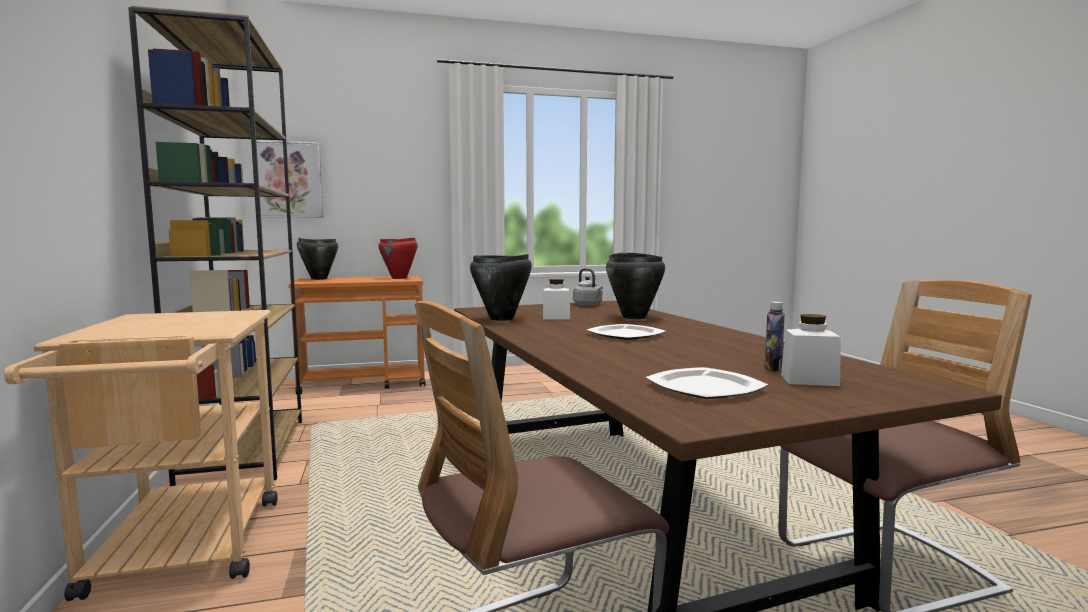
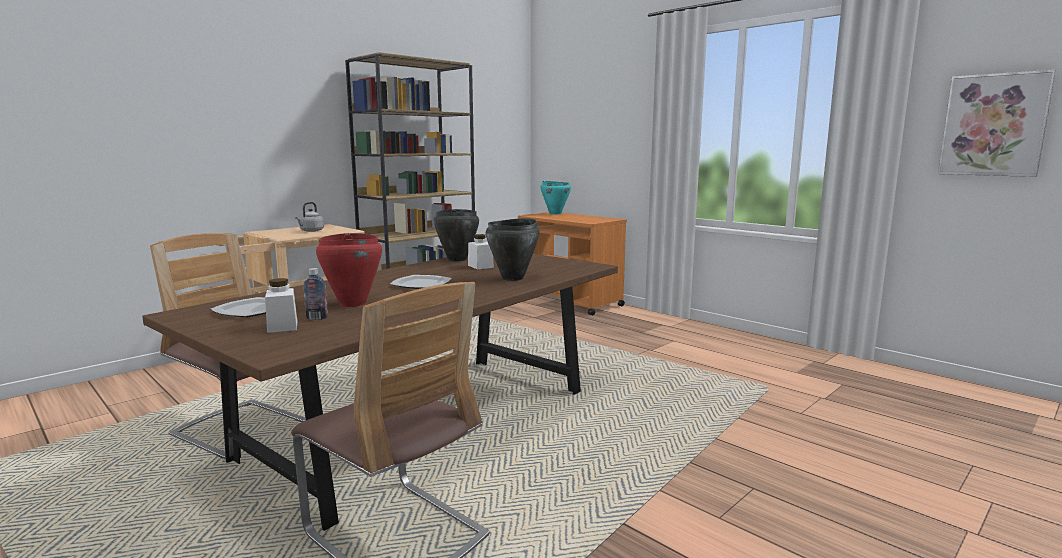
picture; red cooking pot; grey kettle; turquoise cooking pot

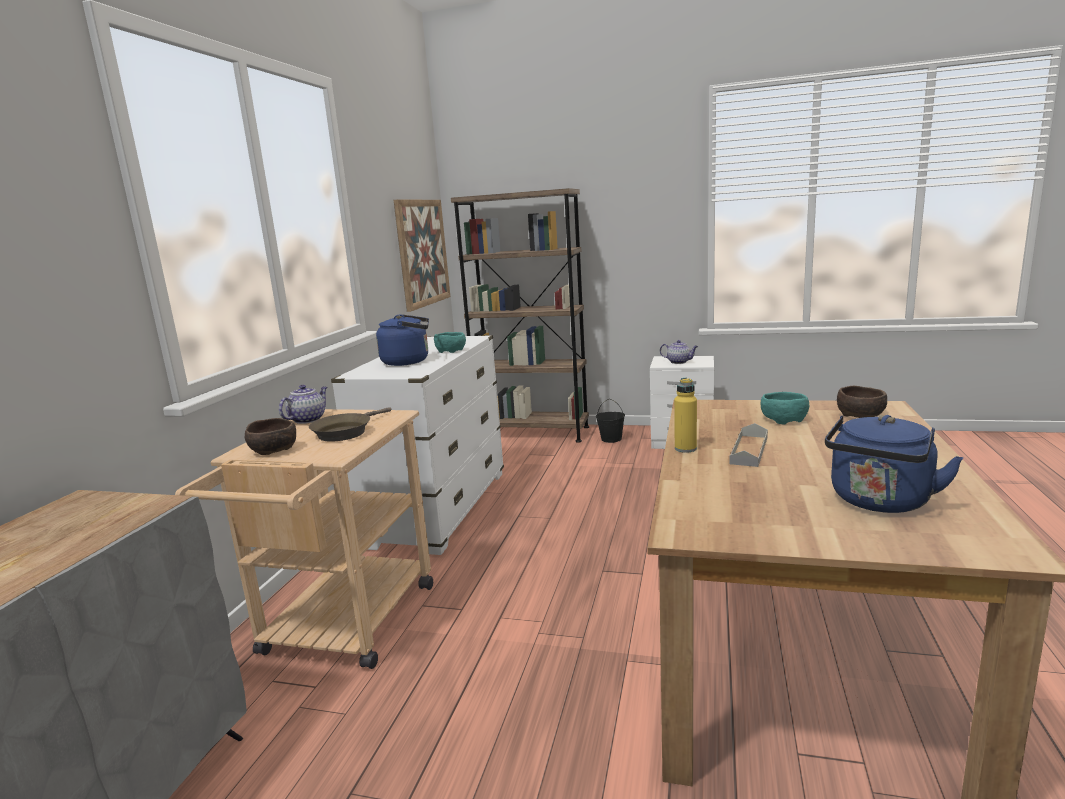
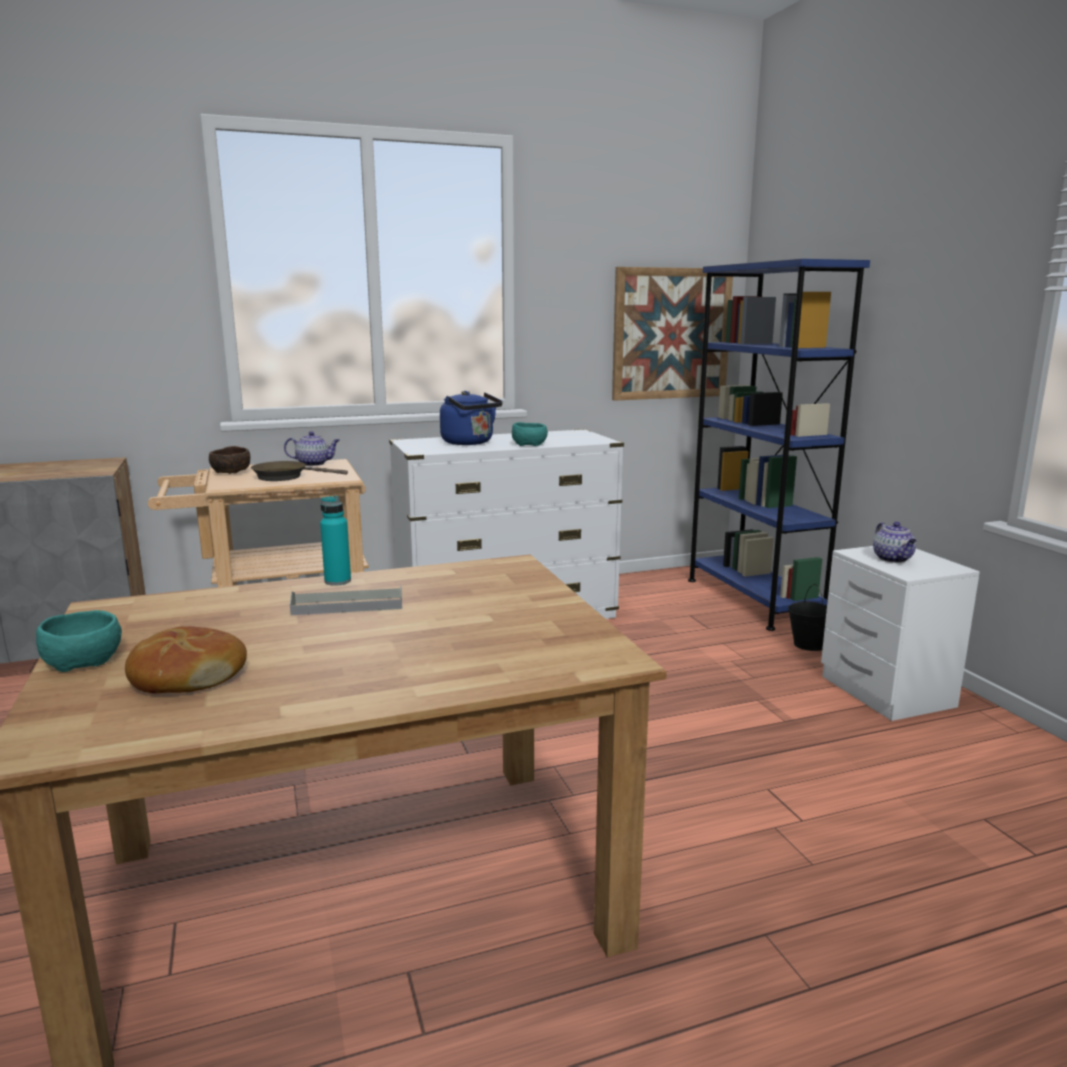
brown bowl (no. 2 from left in the first image); turquoise bowl (no. 1 from left); bread; blue bookcase; turquoise bottle

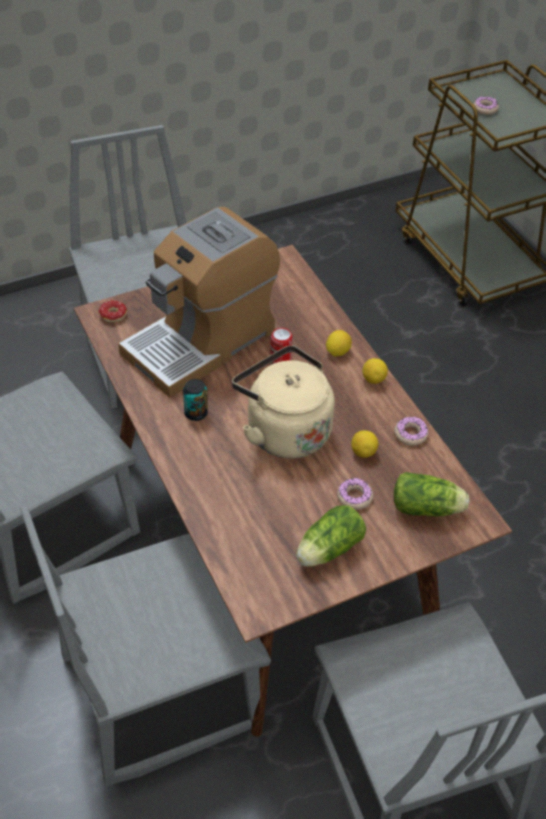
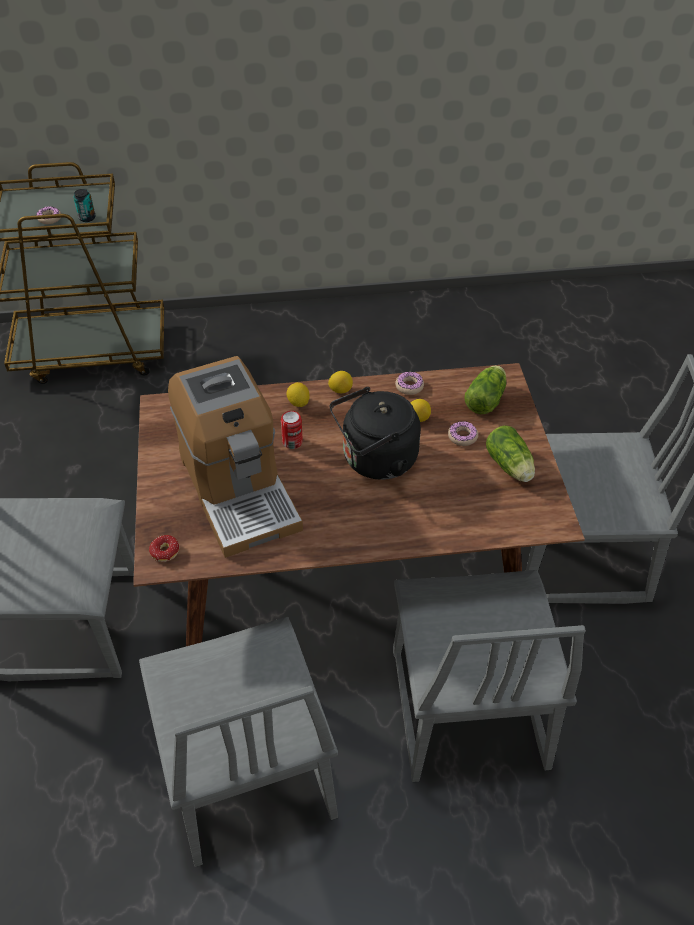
can (no. 1 from left); black kettle

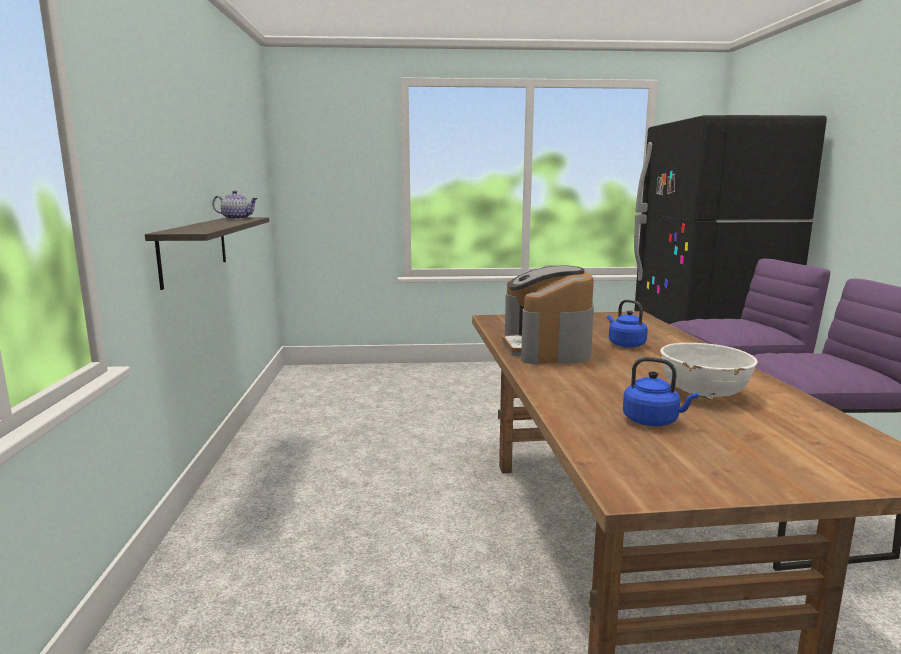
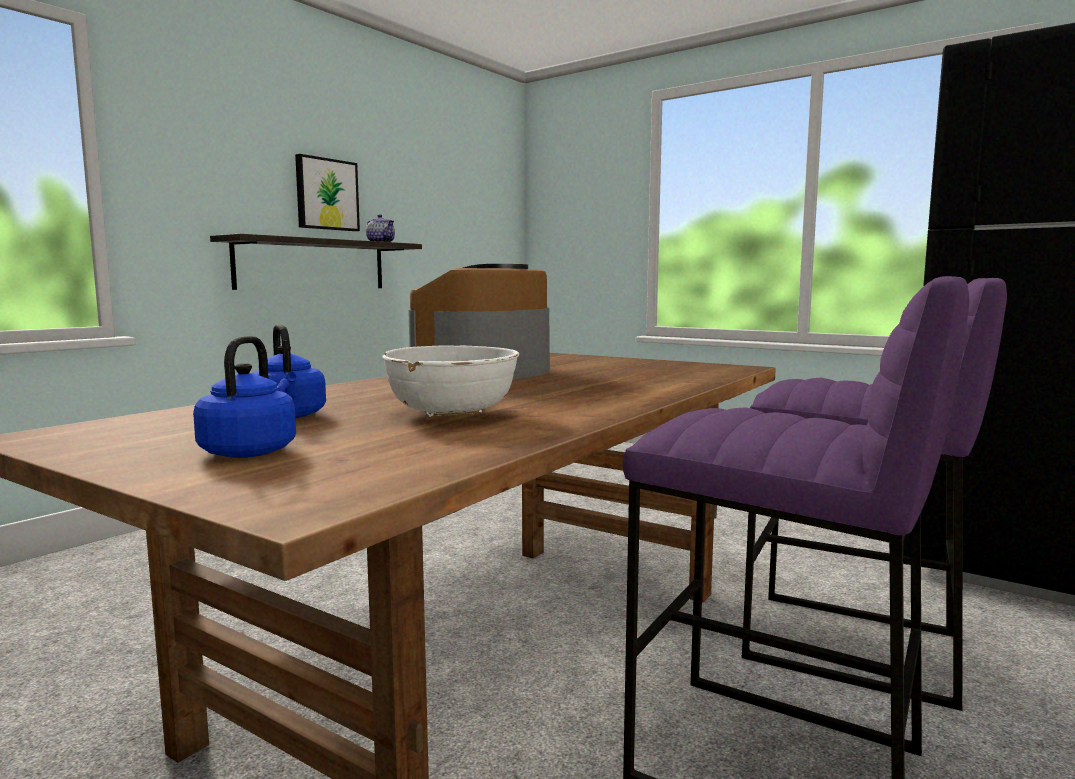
picture; blue kettle (no. 1 from left)

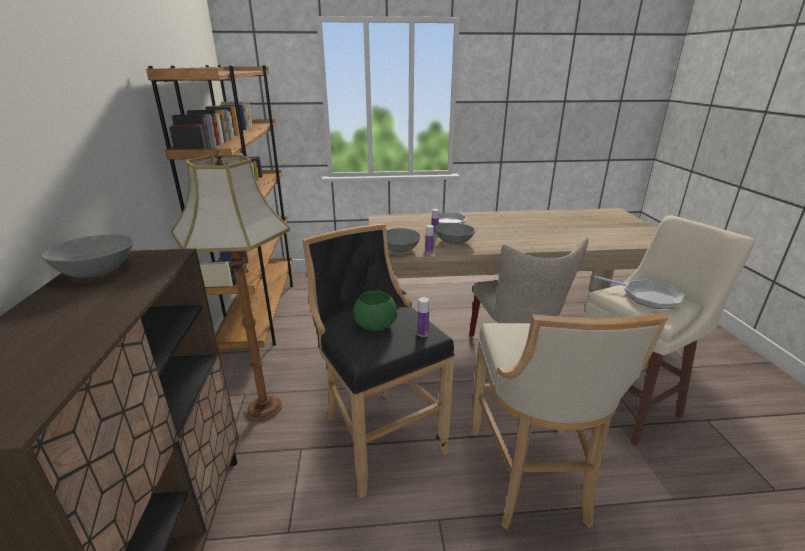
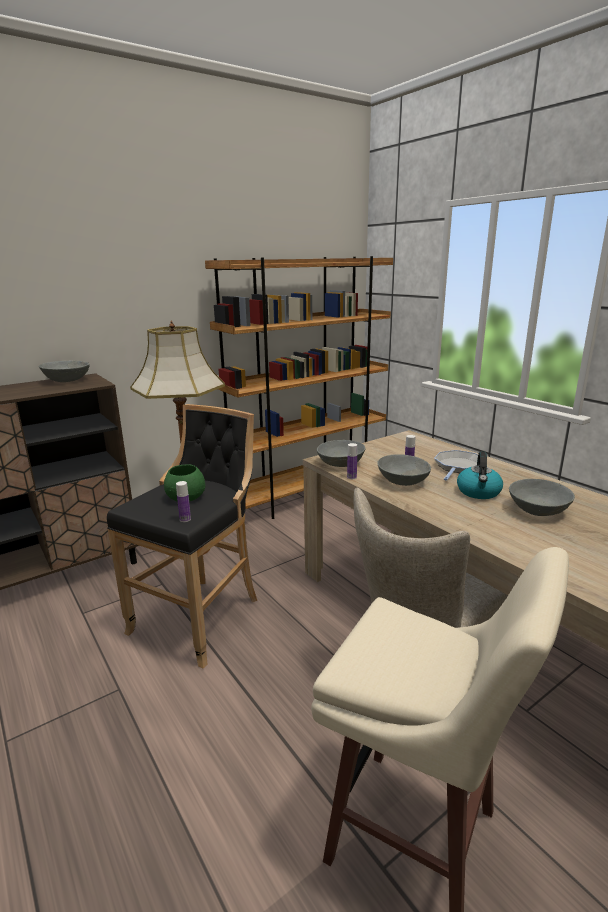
beige stool (no. 1 from left in the first image); frying pan (no. 2 from left in the first image); kettle; grey bowl (no. 4 from left)

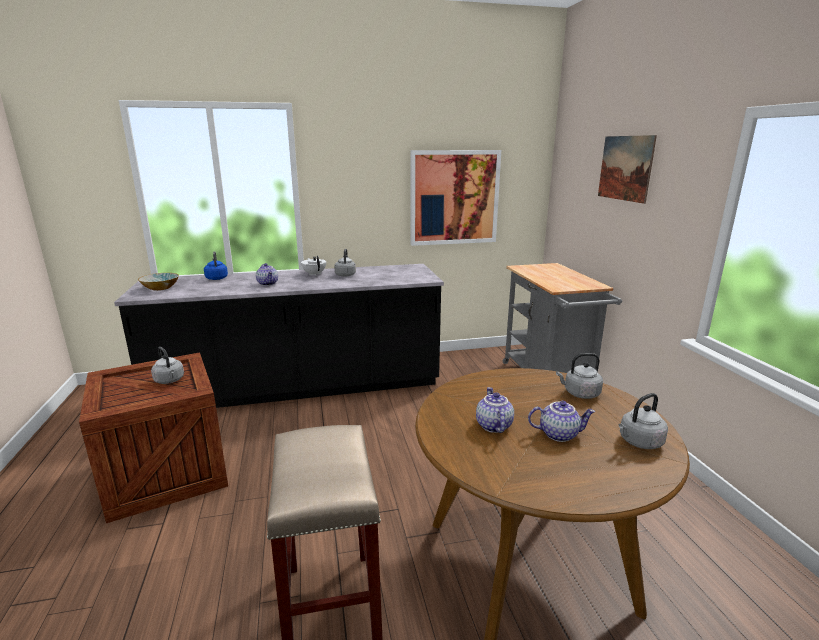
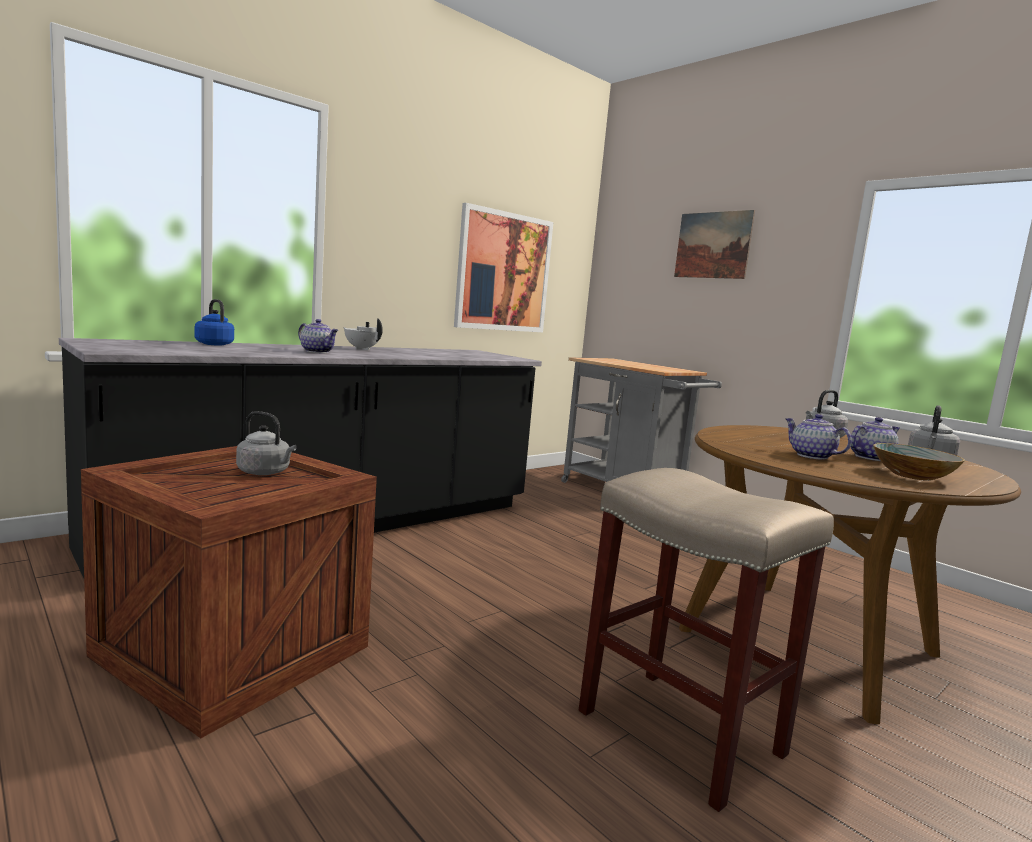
grey kettle (no. 2 from left in the first image); bowl

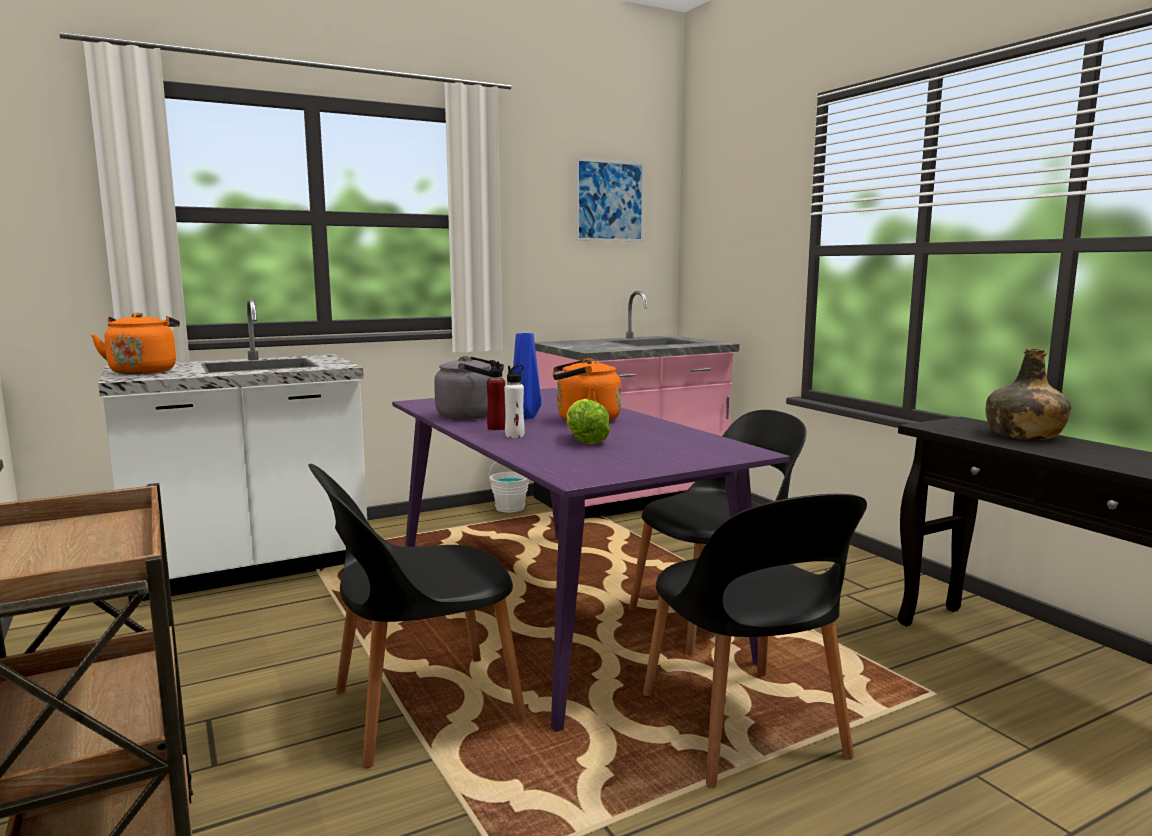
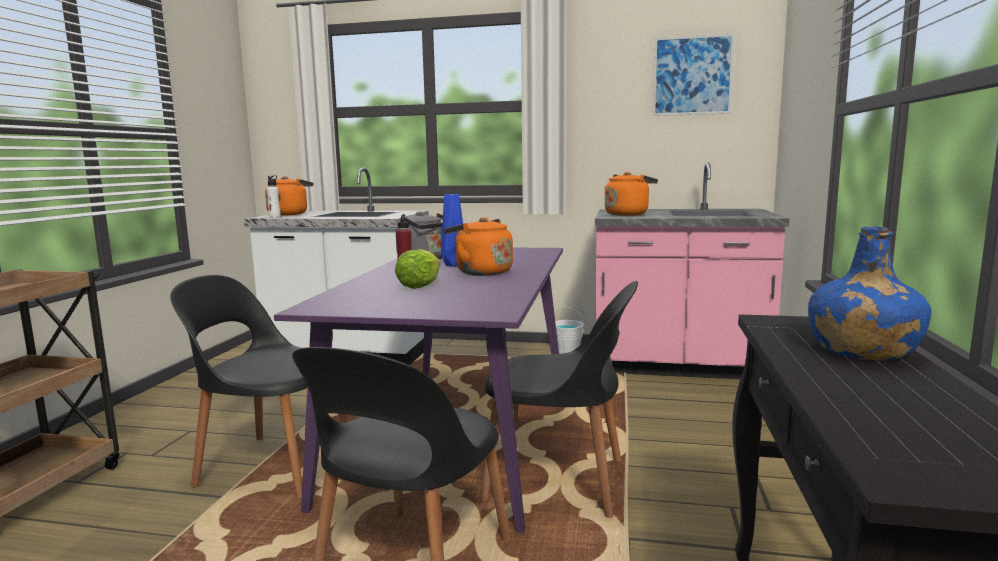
orange kettle (no. 3 from left); white bottle; blue bottle

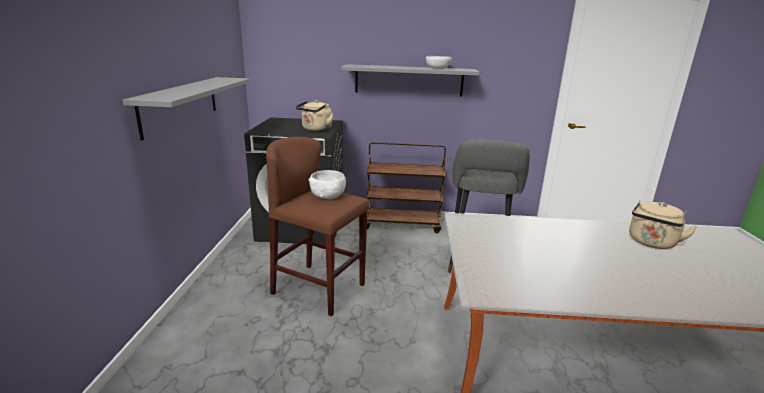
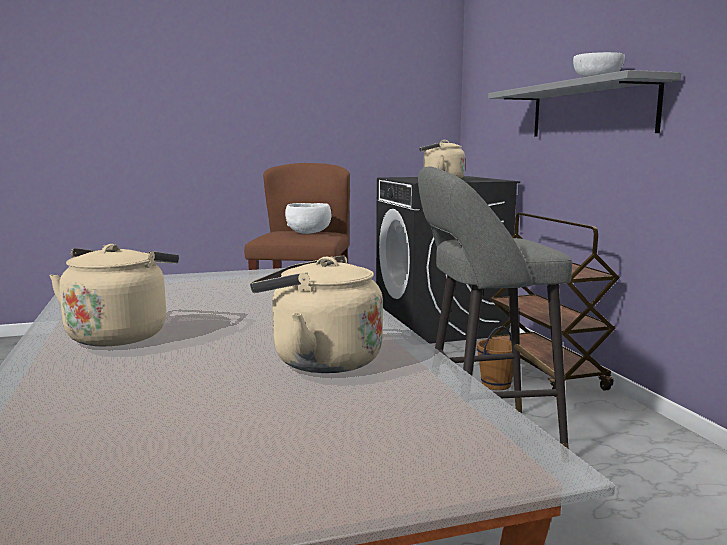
grey shelf (no. 1 from left in the first image); beige kettle (no. 1 from left); brown bucket

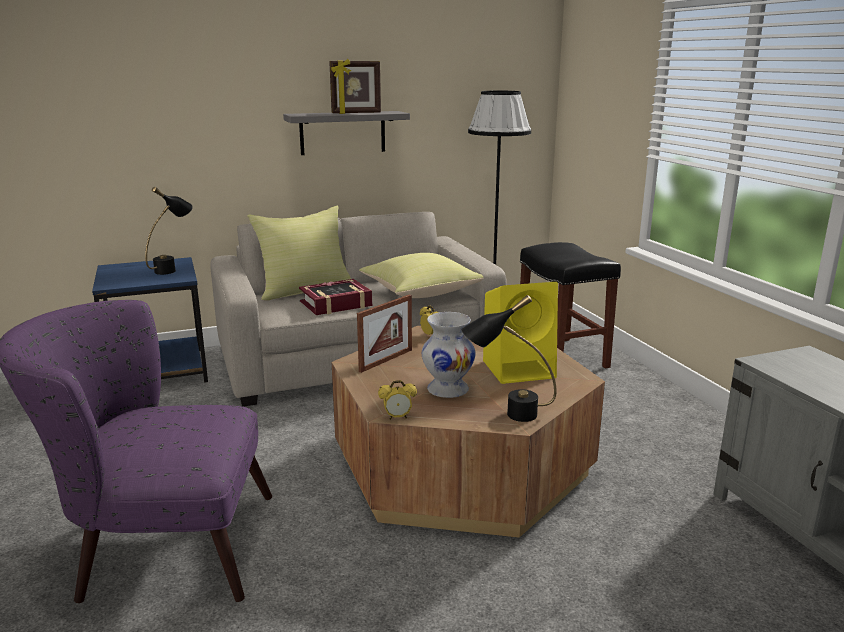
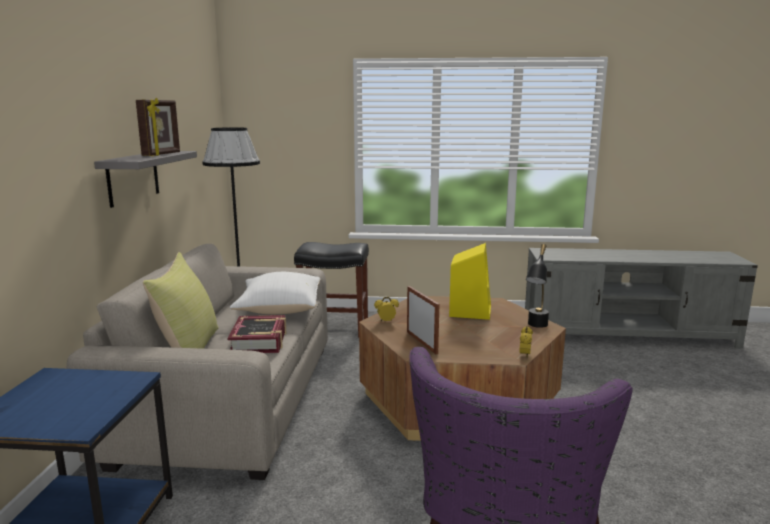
black table lamp (no. 1 from left in the first image); white vase; white pillow

